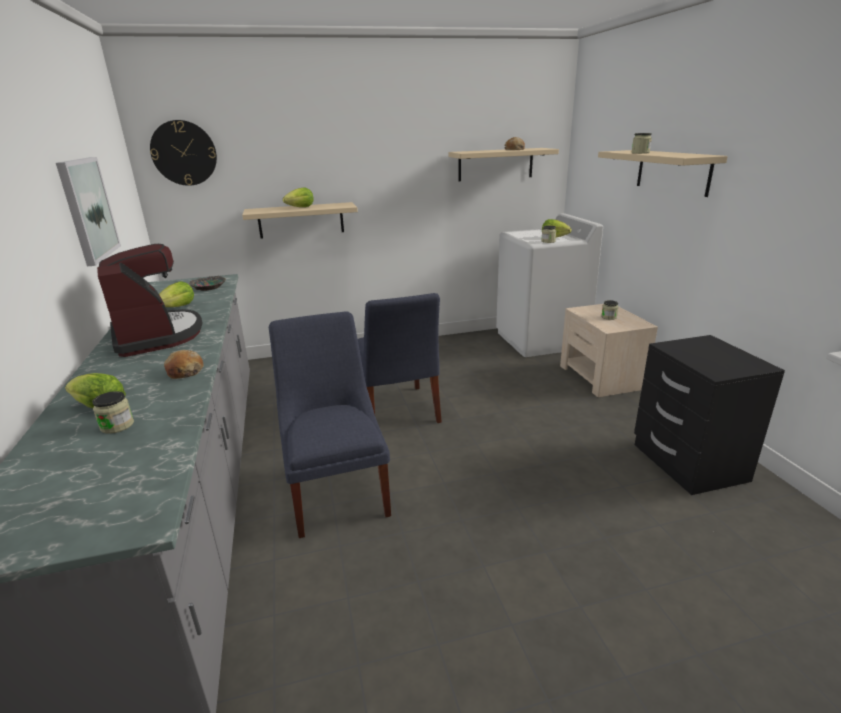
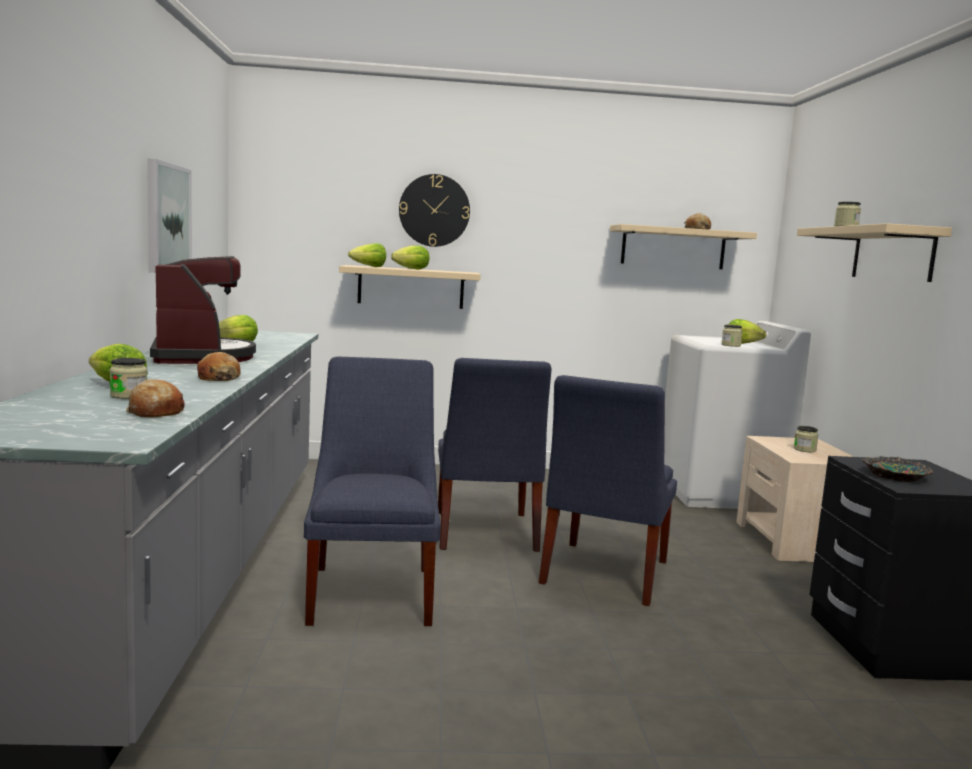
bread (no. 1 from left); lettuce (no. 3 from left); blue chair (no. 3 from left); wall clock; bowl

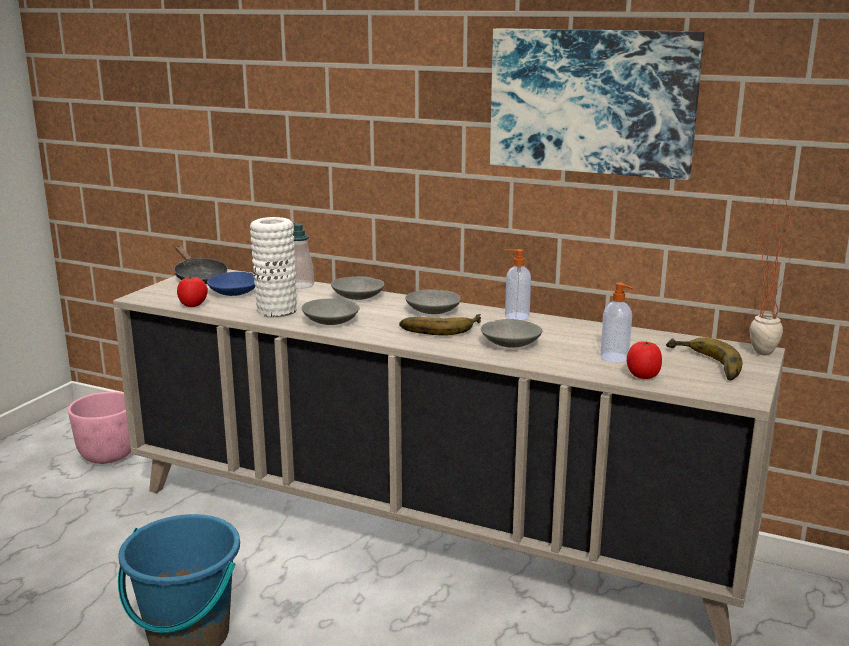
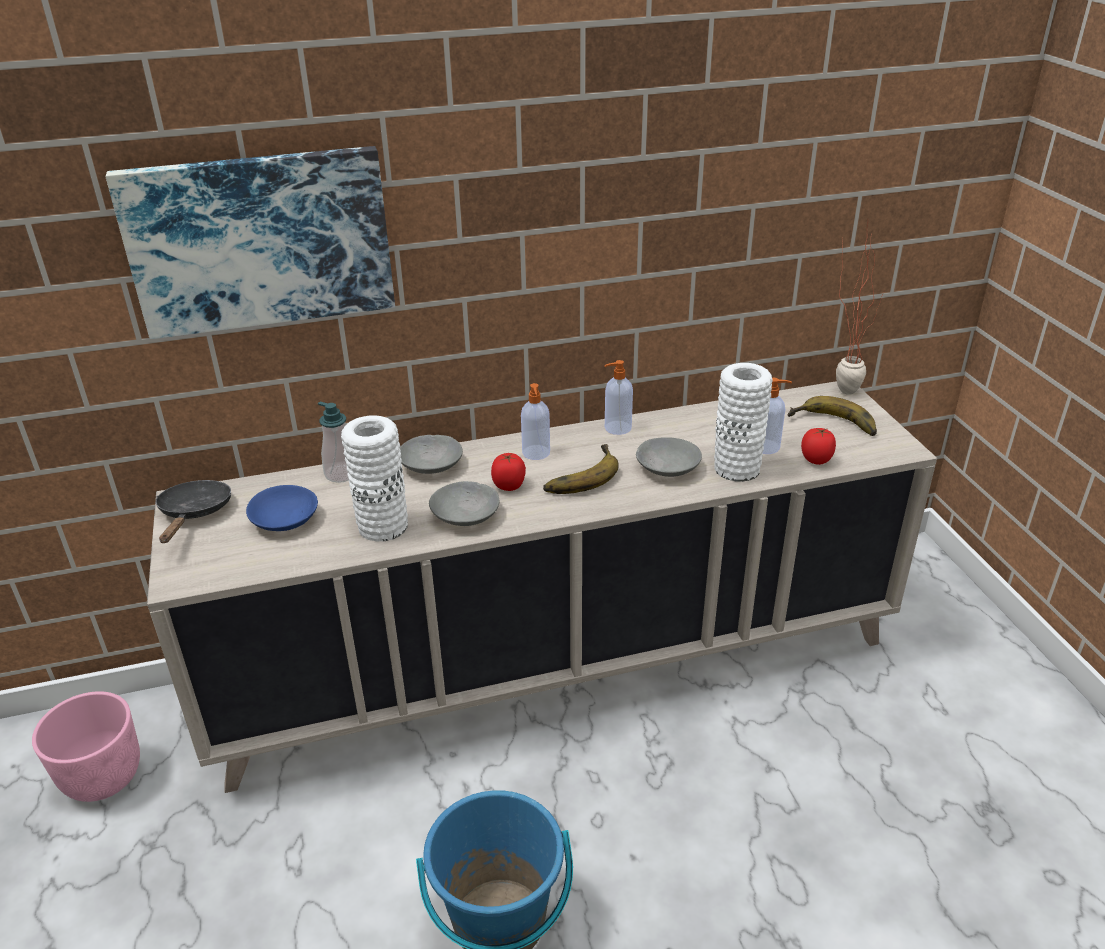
white vase (no. 2 from left); tomato (no. 1 from left); picture; soap dispenser (no. 2 from left); black frying pan

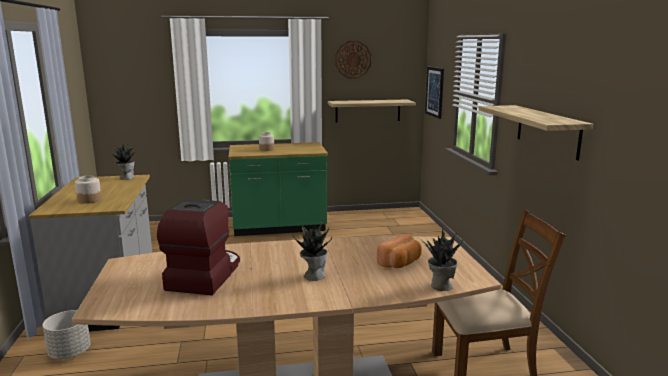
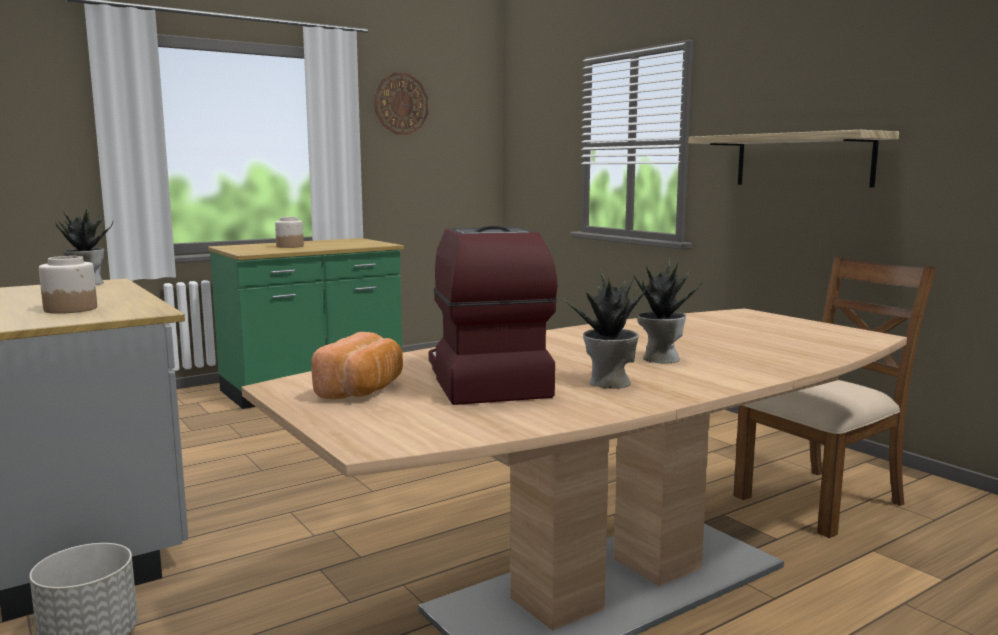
shelf (no. 1 from left in the first image); picture; bread; potted plant (no. 2 from left)

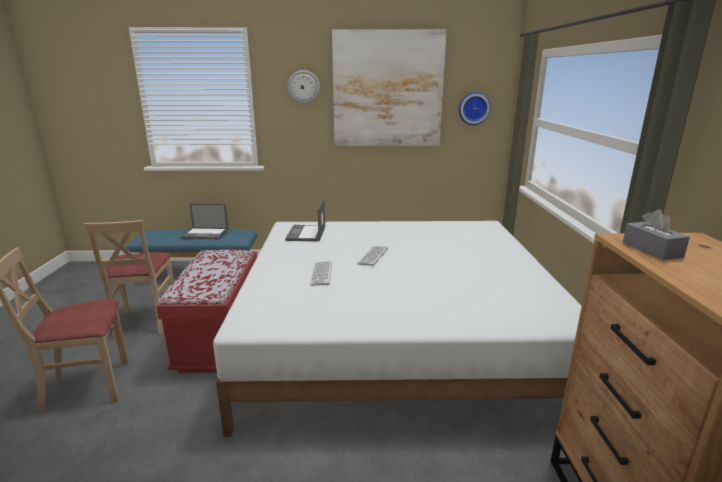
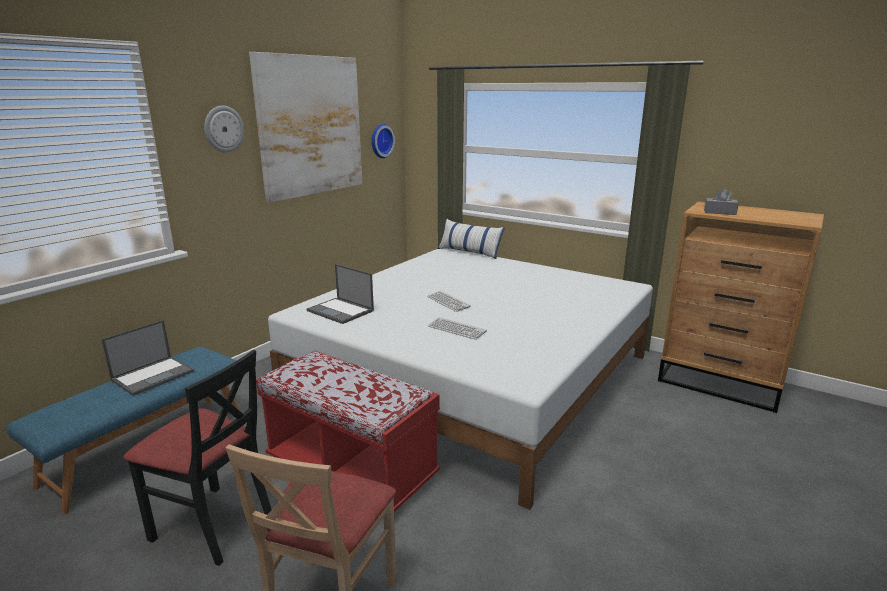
pillow; black chair

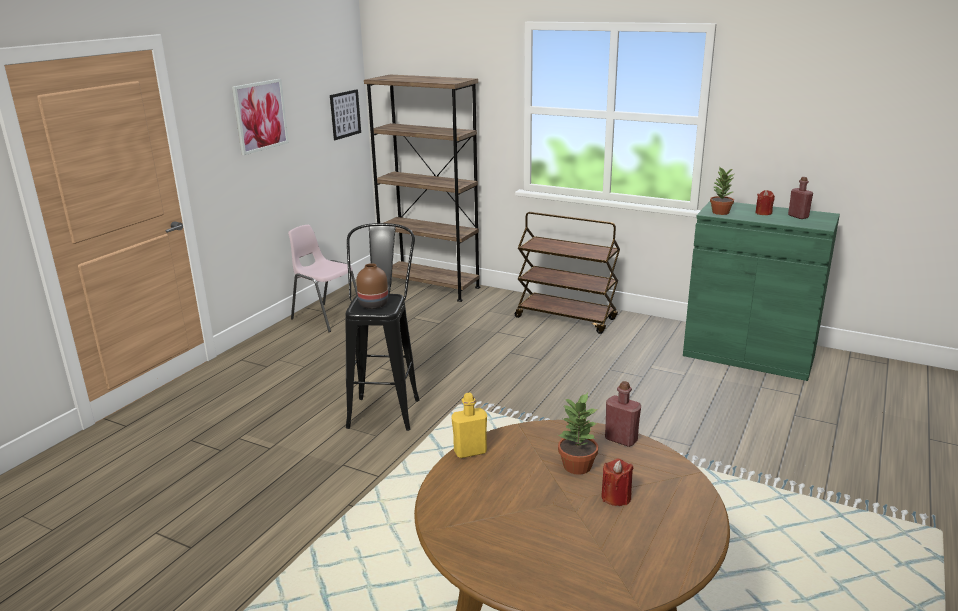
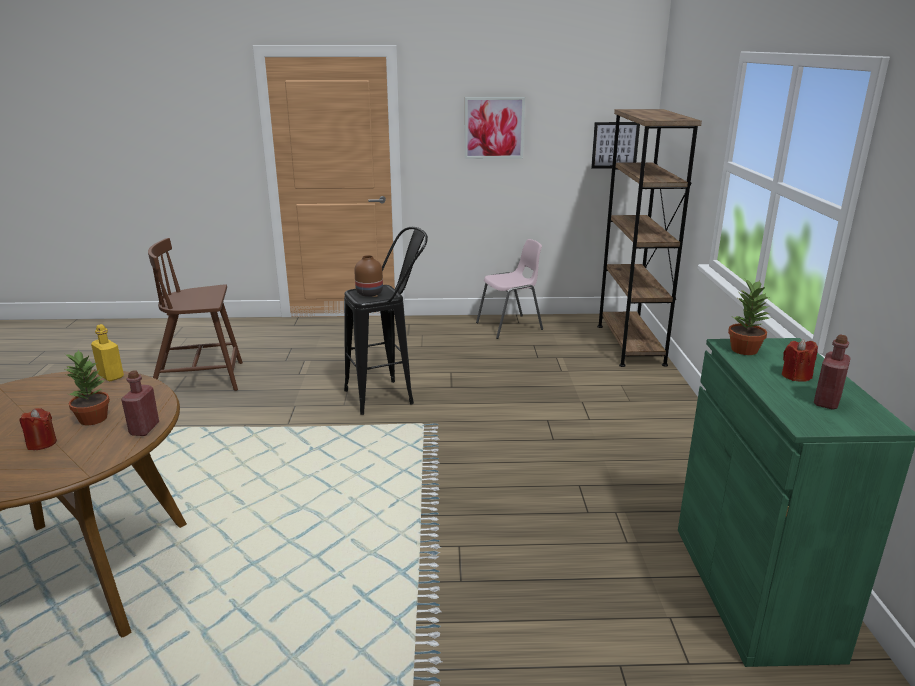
brown cart; brown chair; pink chair

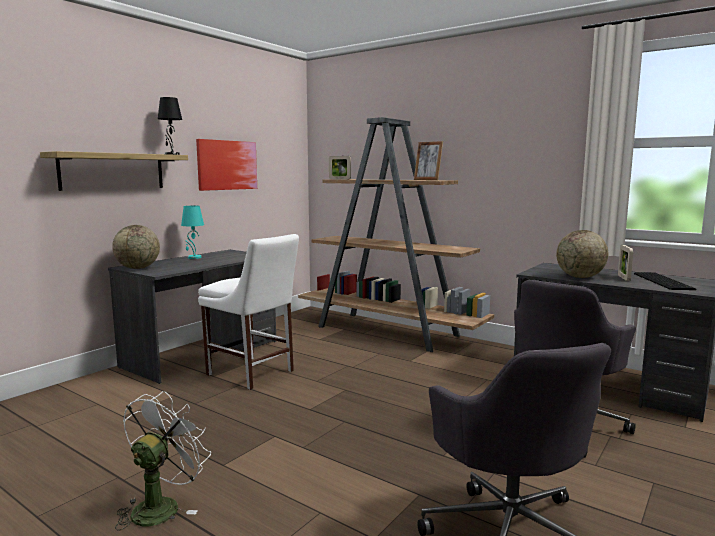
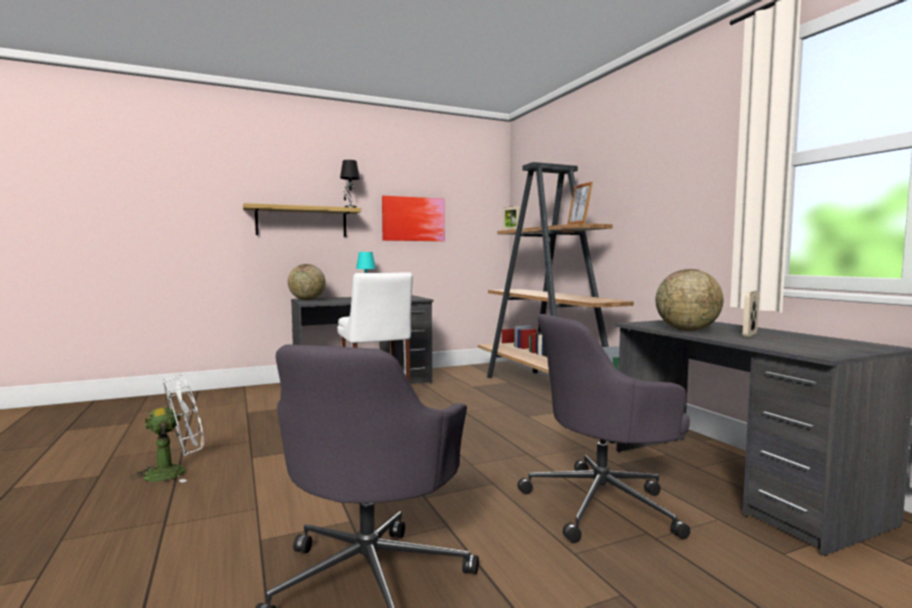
keyboard

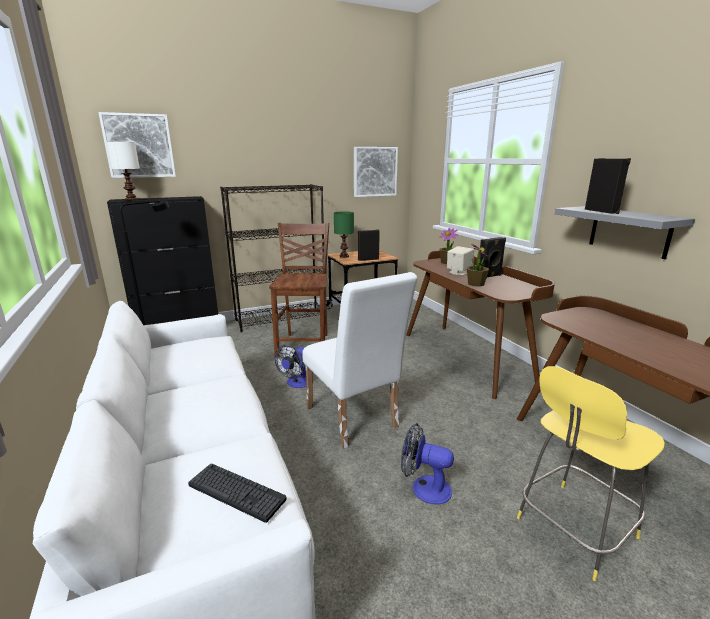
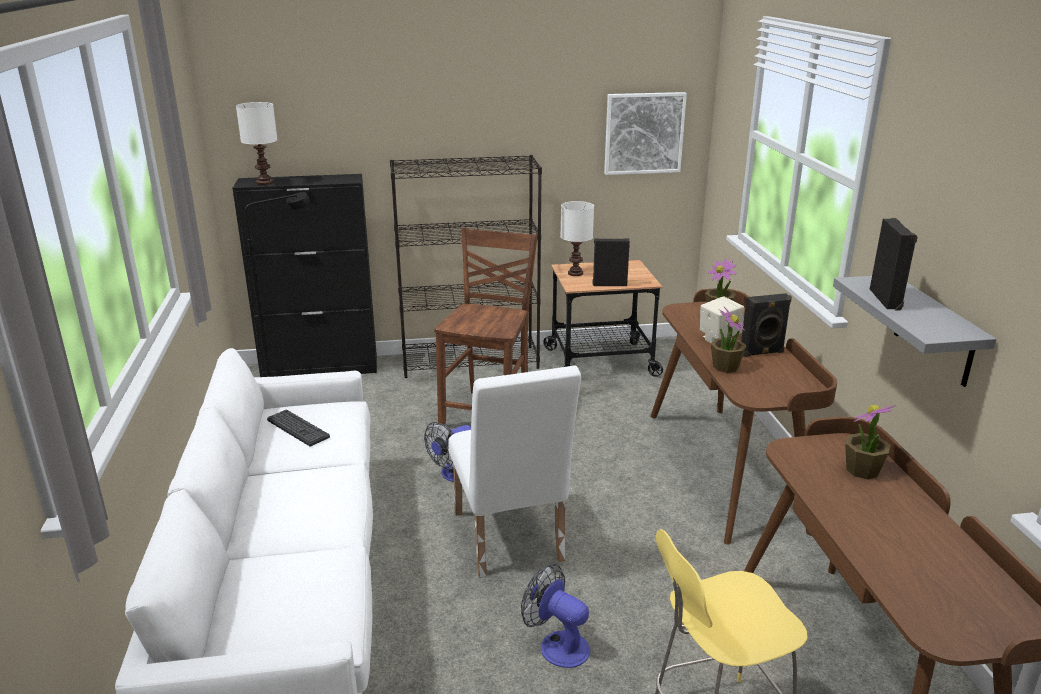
picture (no. 1 from left in the first image); potted plant (no. 3 from left); keyboard; white table lamp (no. 2 from left)

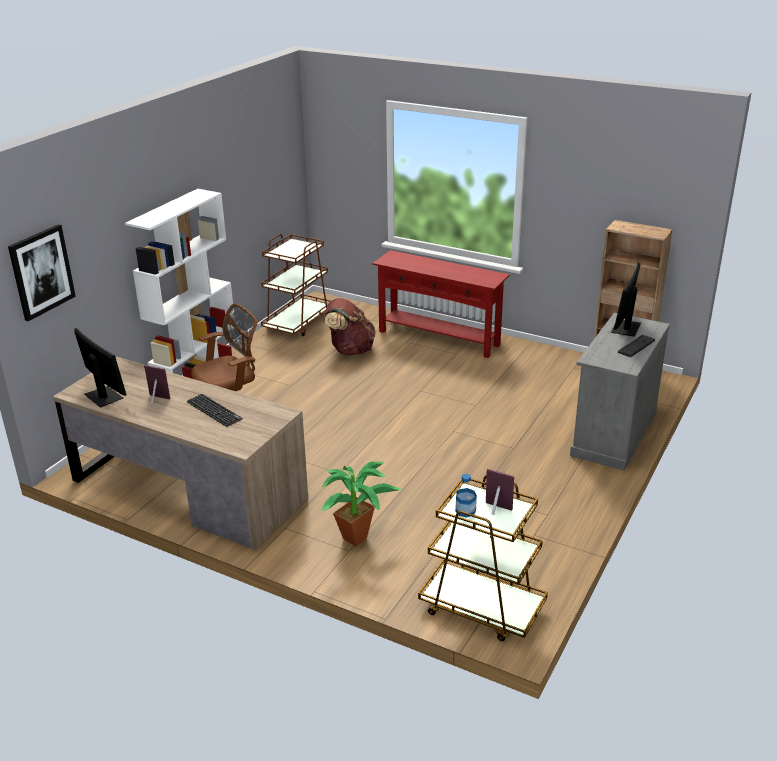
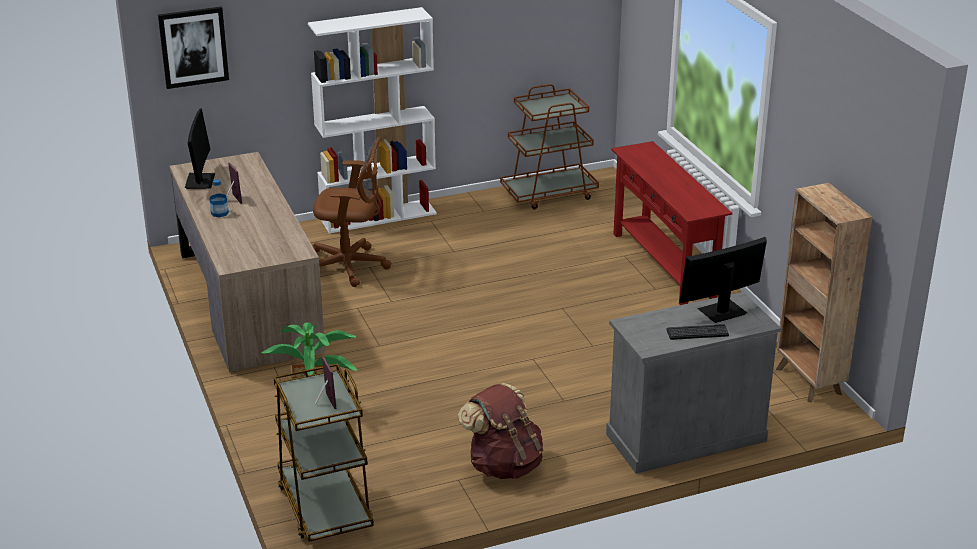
keyboard (no. 1 from left in the first image); brown backpack; bottle

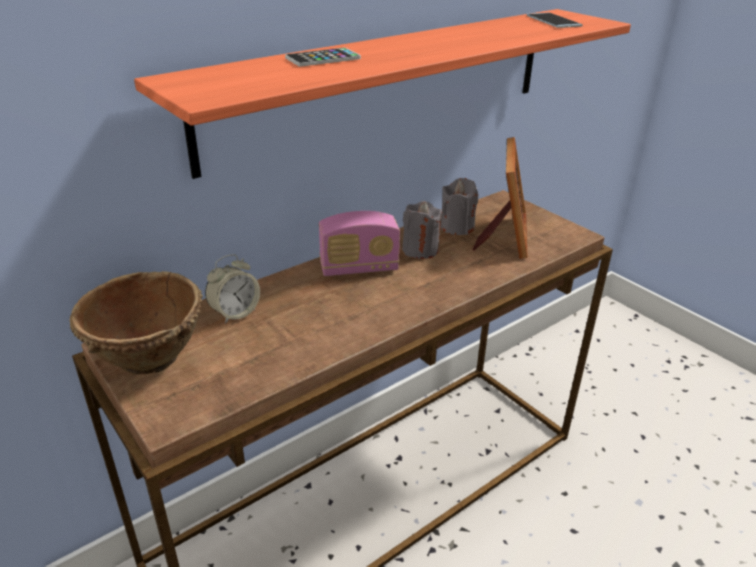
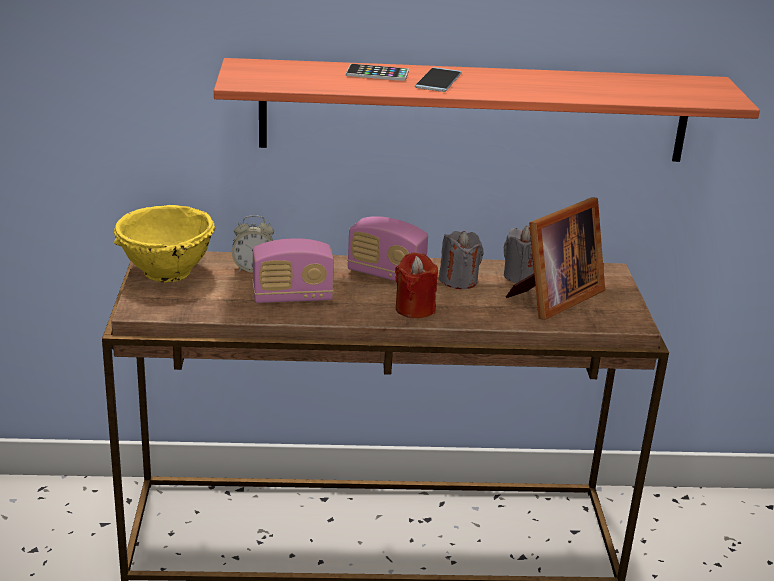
radio (no. 1 from left); red candle; phone (no. 2 from left); yellow bowl

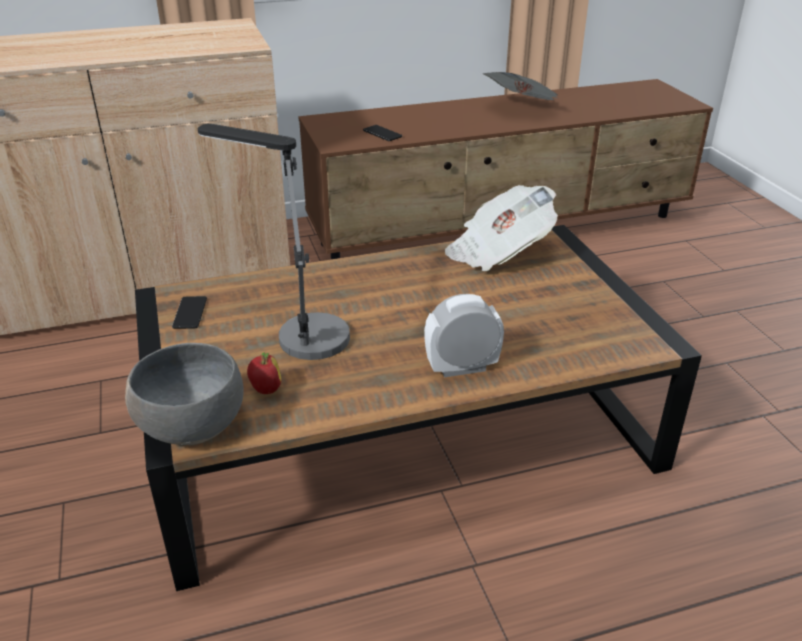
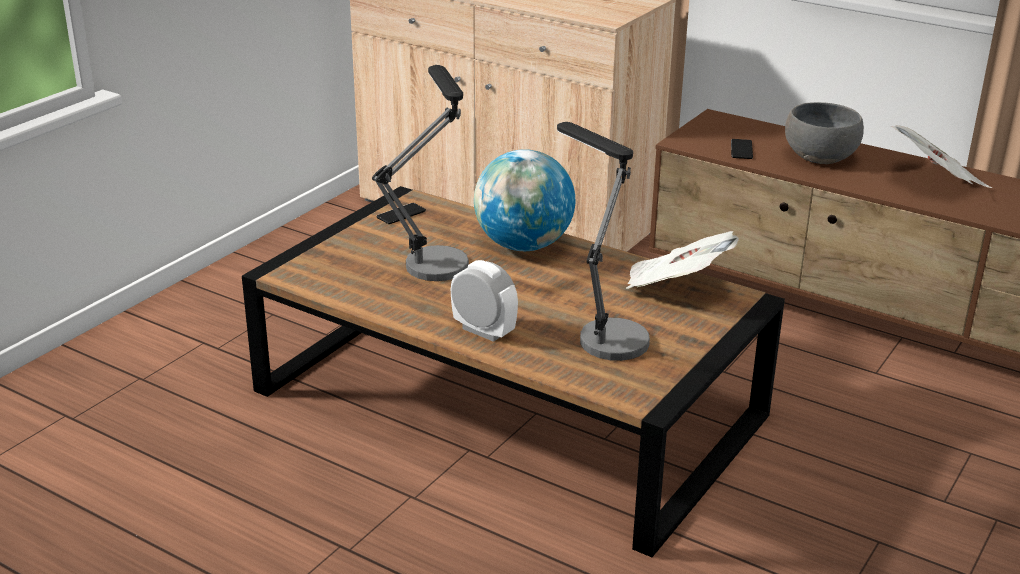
apple; globe; table lamp (no. 2 from left); grey bowl

